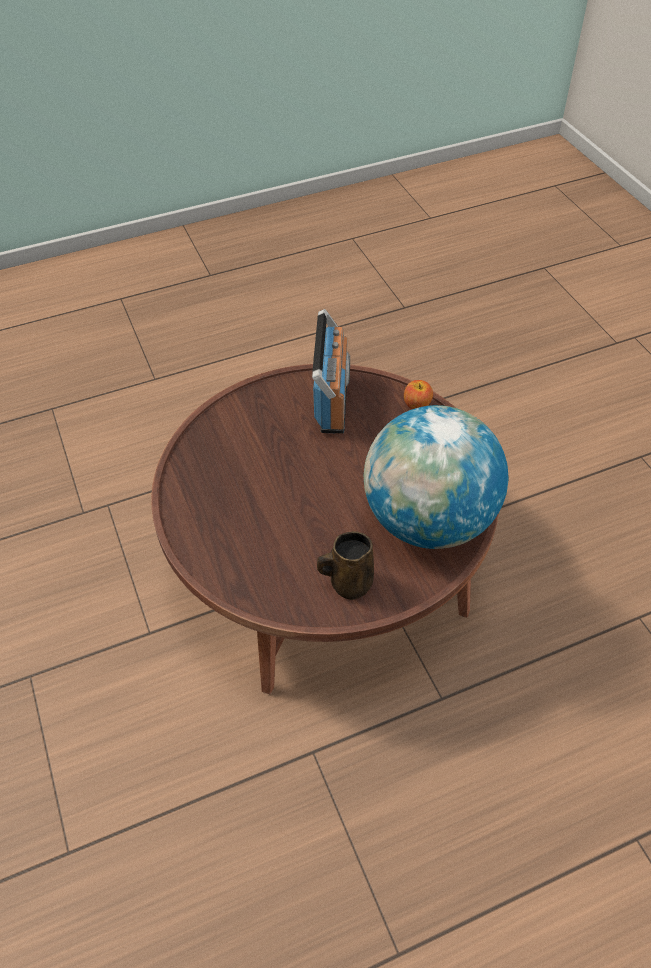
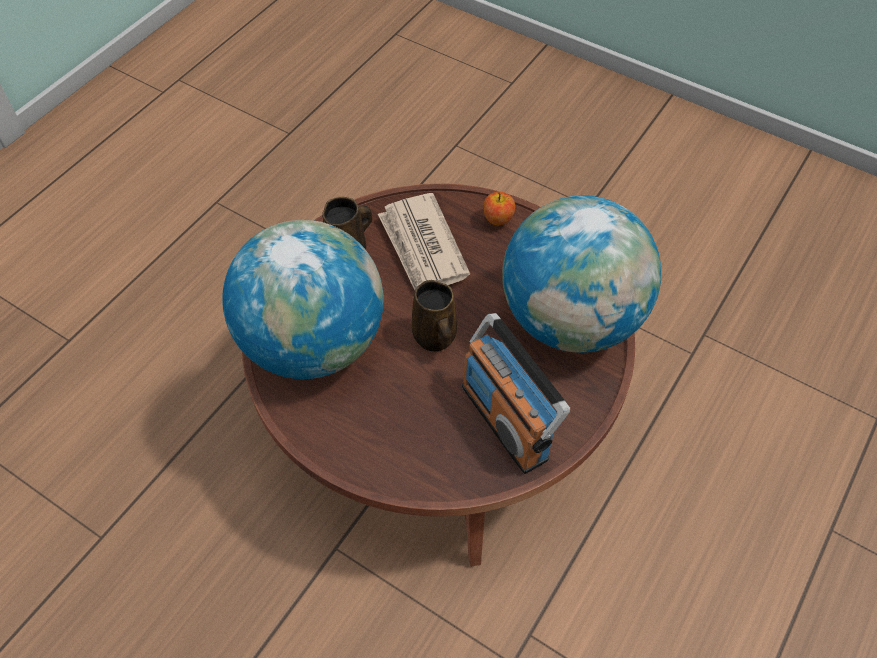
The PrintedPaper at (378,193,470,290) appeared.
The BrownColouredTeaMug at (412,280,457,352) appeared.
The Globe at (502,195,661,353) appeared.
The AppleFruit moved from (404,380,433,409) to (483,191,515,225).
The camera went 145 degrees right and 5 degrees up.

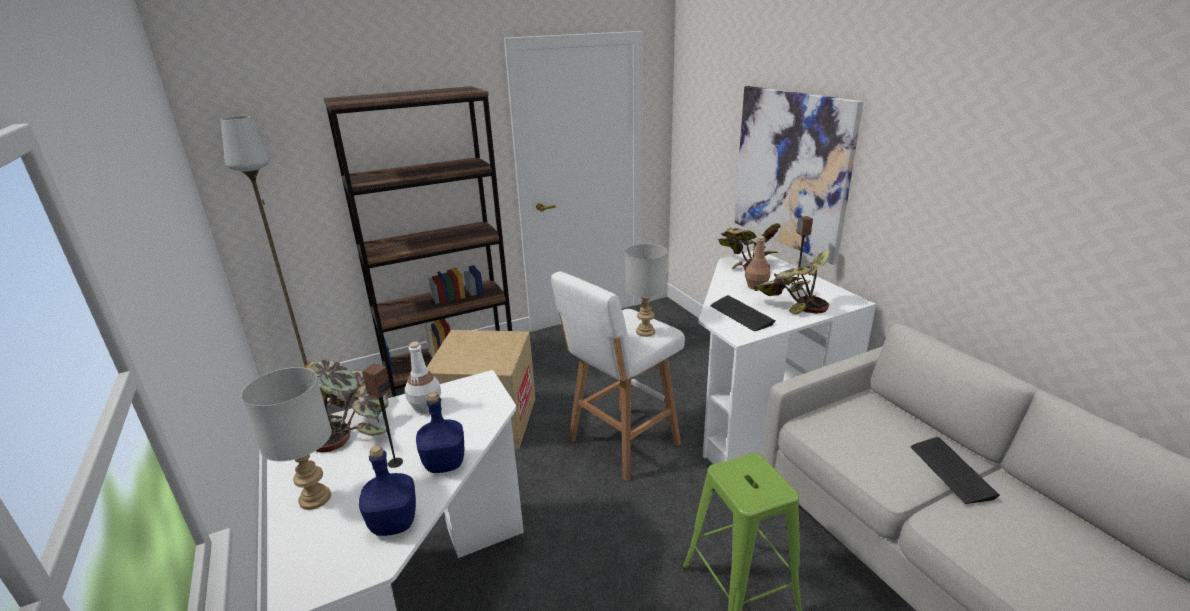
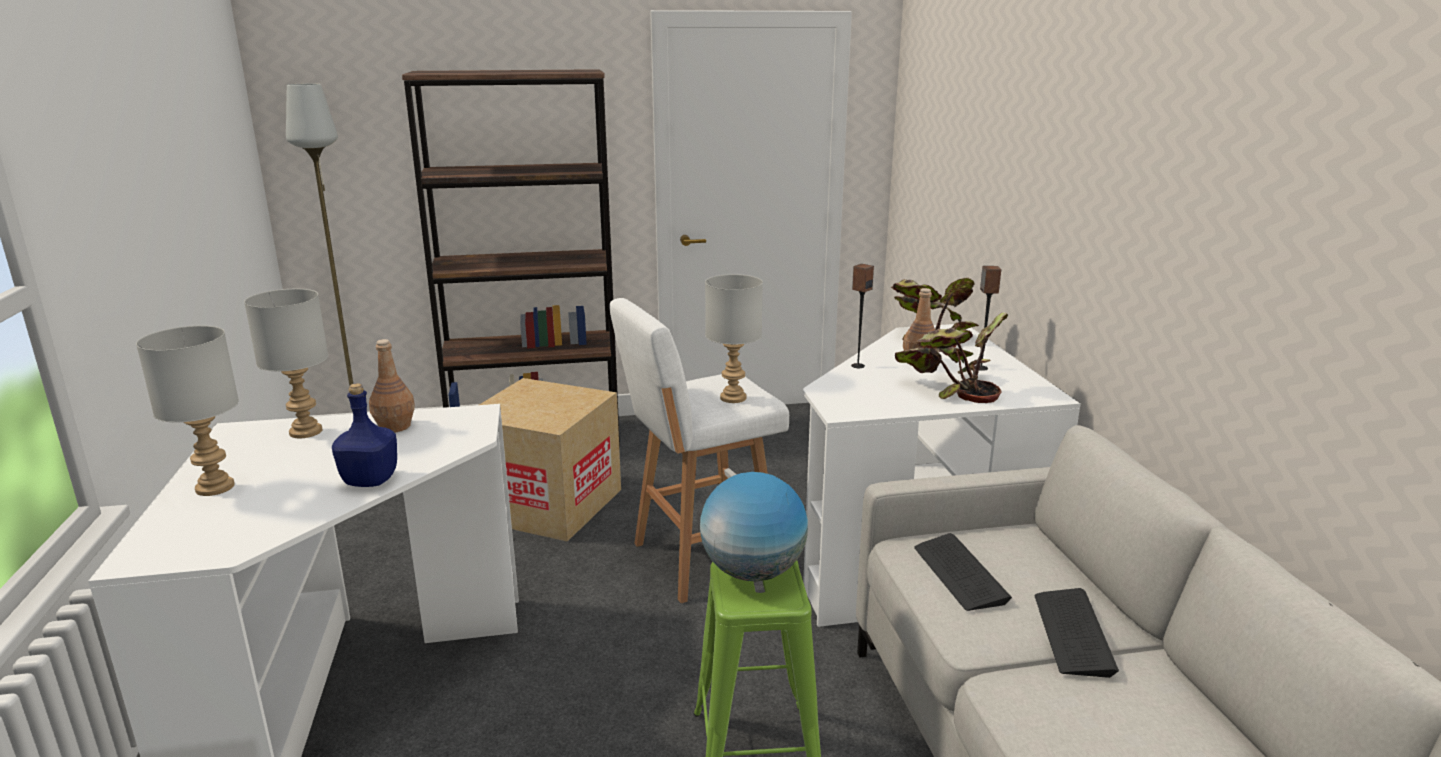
The BlueColouredDrinkBottle at (359,446,416,536) disappeared.
The Picture at (734,86,863,265) disappeared.
The Globe at (700,472,808,581) appeared.
The Loudspeaker moved from (362,364,403,468) to (851,264,874,368).
The Keyboard moved from (711,295,776,331) to (914,533,1012,611).
The PlantInAPot at (304,360,388,452) was replaced by the GreyTableLamp at (244,289,328,438).
The WhiteColouredDrinkBottle at (405,342,441,414) became the BrownColouredDrinkBottle at (369,339,415,433).
The camera went 15 degrees right and 5 degrees down.

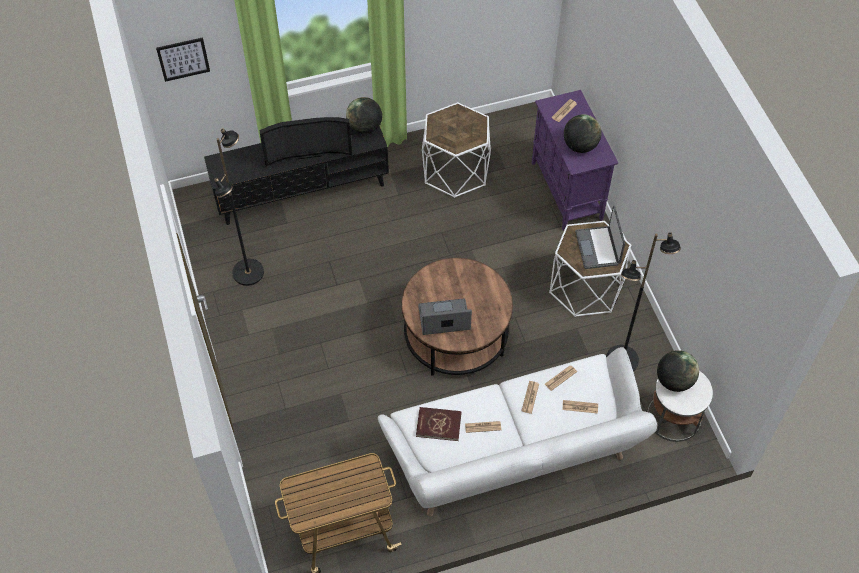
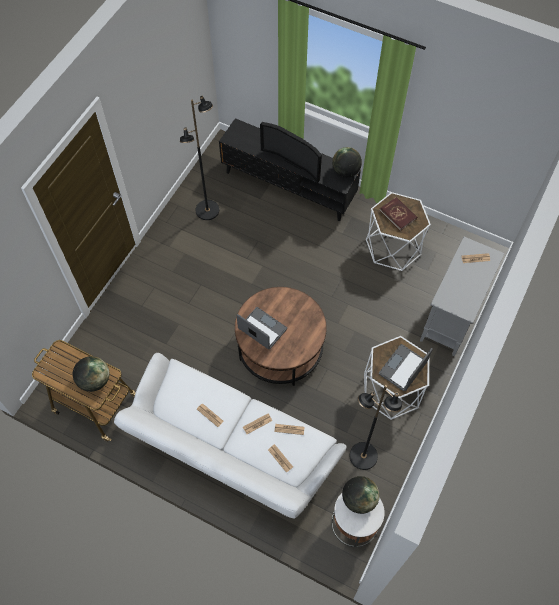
The Picture at (156,37,210,82) disappeared.
The RedColouredVolume moved from (416,407,462,441) to (379,197,417,231).
The Globe moved from (564,114,602,153) to (73,356,110,392).
The PurpleCupboard at (532,90,618,231) became the GreyCupboard at (420,237,504,356).
The camera went 45 degrees right and 5 degrees up.

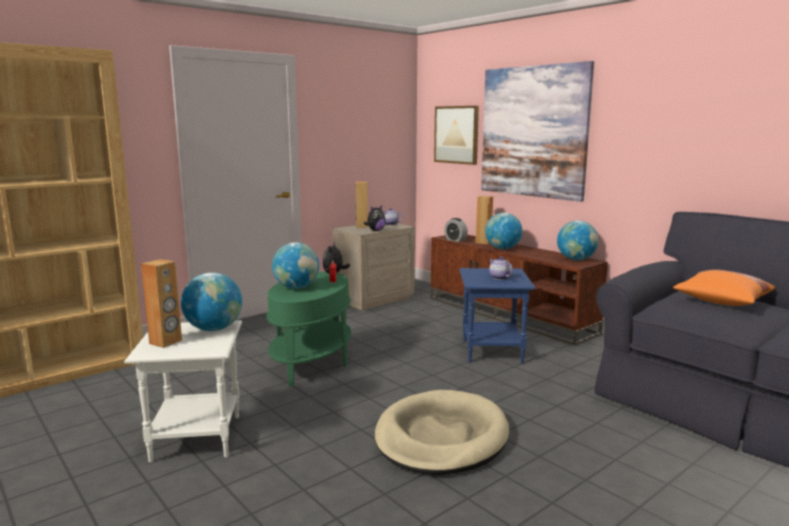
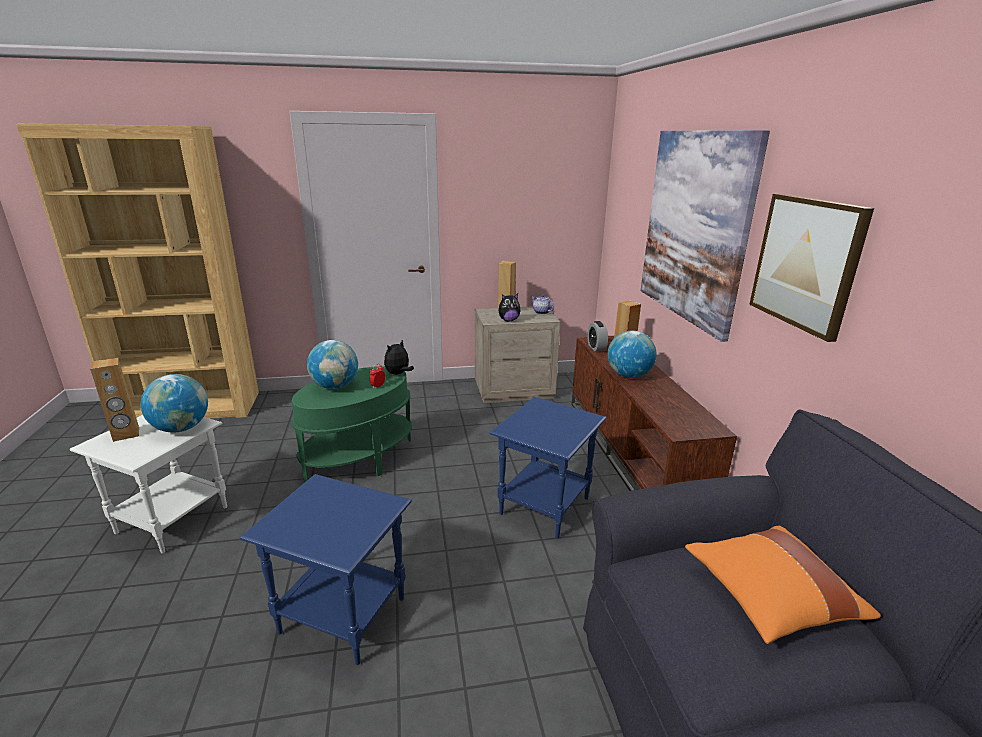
The PotForTea at (489,257,513,280) disappeared.
The Globe at (557,221,599,260) disappeared.
The Picture moved from (434,106,479,165) to (749,194,874,342).
The BeigeDogBed at (375,390,509,475) was replaced by the BlueColouredSideTable at (239,474,412,665).
The camera went 30 degrees right and 10 degrees up.

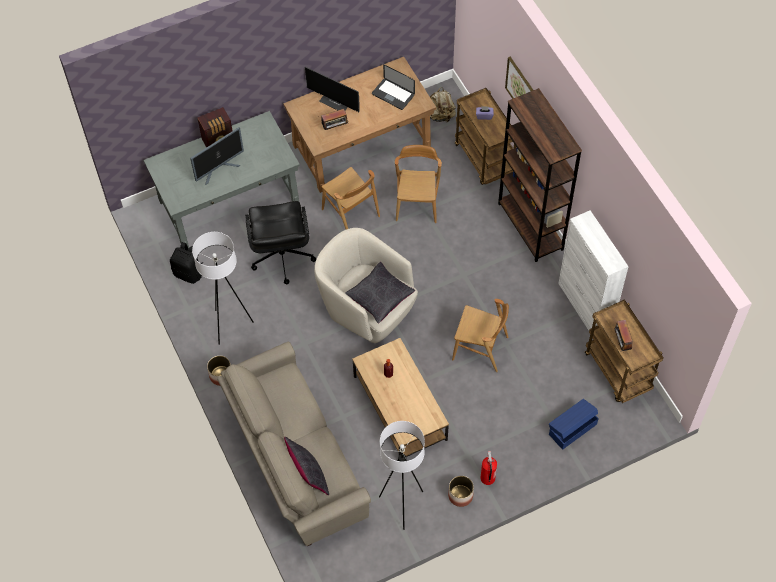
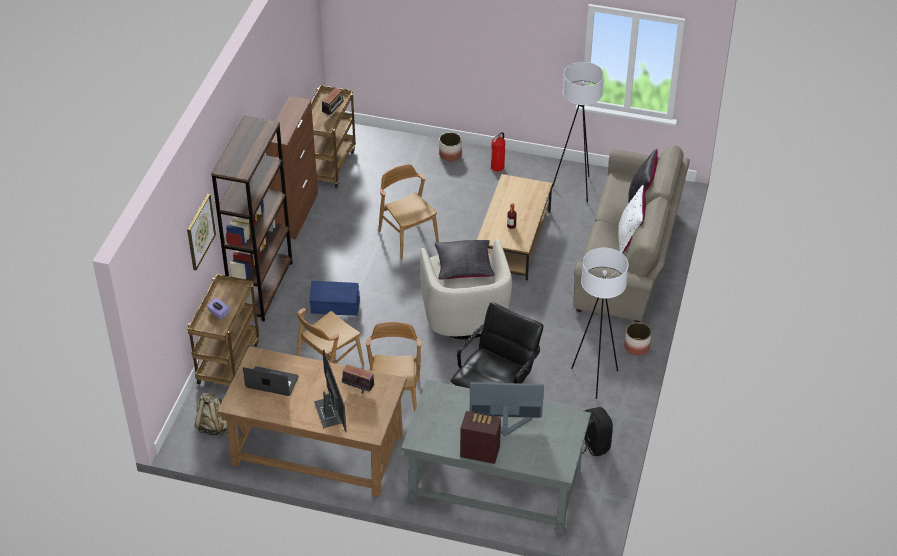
The WhiteColouredPillow at (618,185,646,254) appeared.
The PlantPot moved from (448,476,474,507) to (439,132,462,161).
The BlueColouredStorageBox moved from (549,399,599,450) to (309,281,360,316).
The WhiteColouredCupboard at (558,210,629,330) became the BrownColouredCupboard at (266,96,318,239).
The PortableComputer at (372,64,415,110) turned 60 degrees counterclockwise.
The camera went 140 degrees left and 15 degrees down.

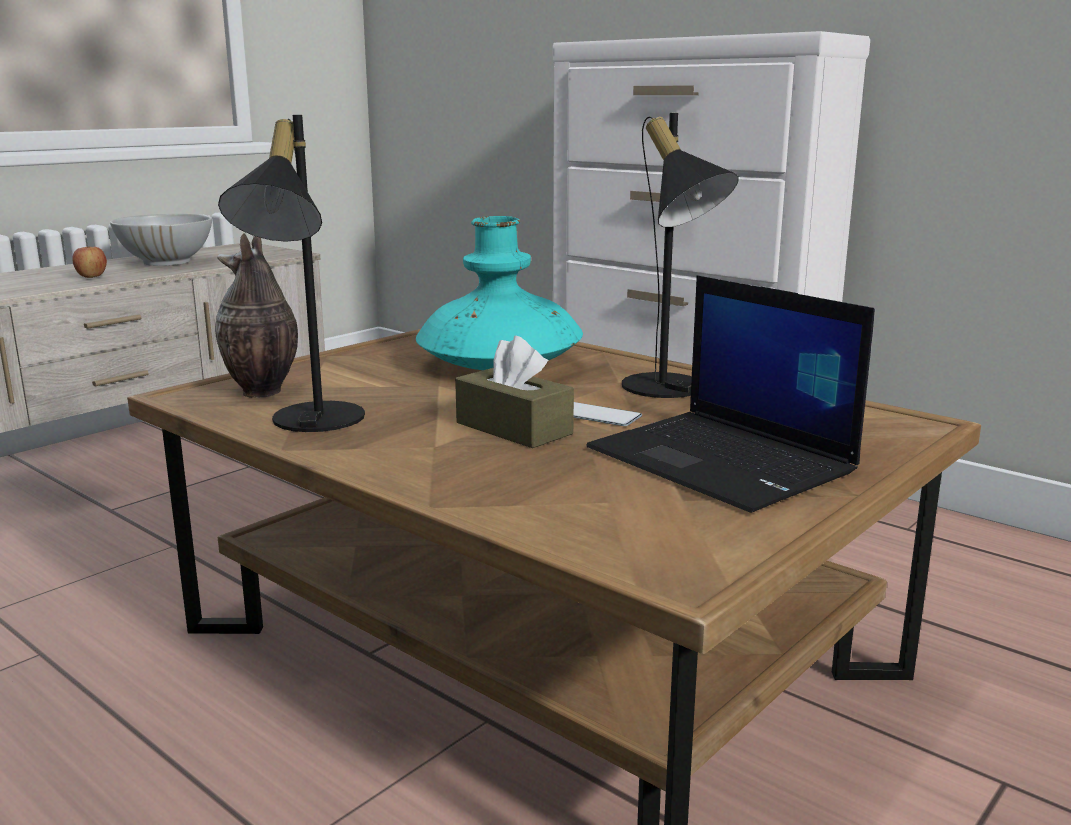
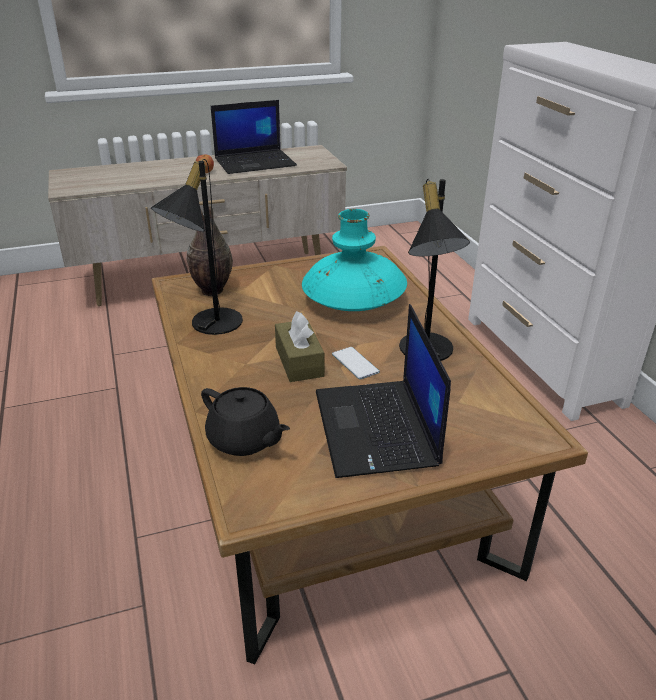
The BlackishPotForTea at (201,387,290,456) appeared.
The WhiteColouredBowl at (110,214,212,266) was replaced by the PortableComputer at (211,100,297,174).
The camera went 30 degrees right and 15 degrees up.

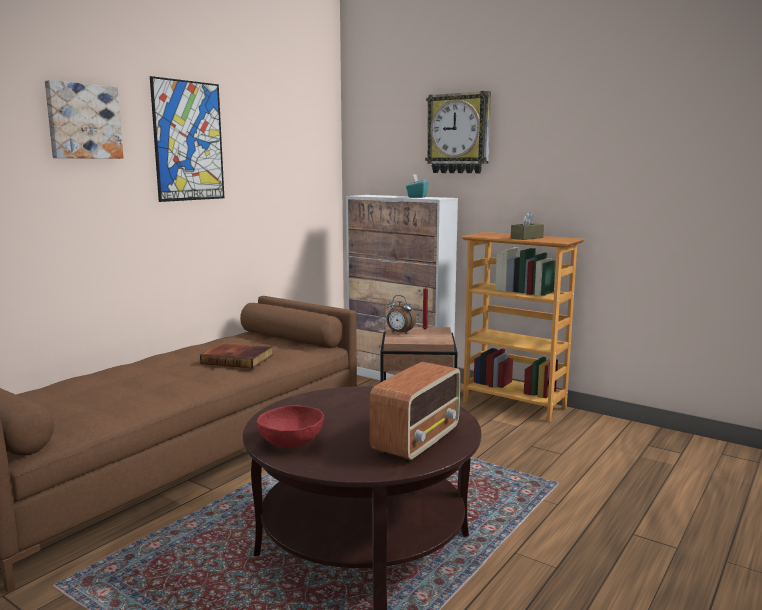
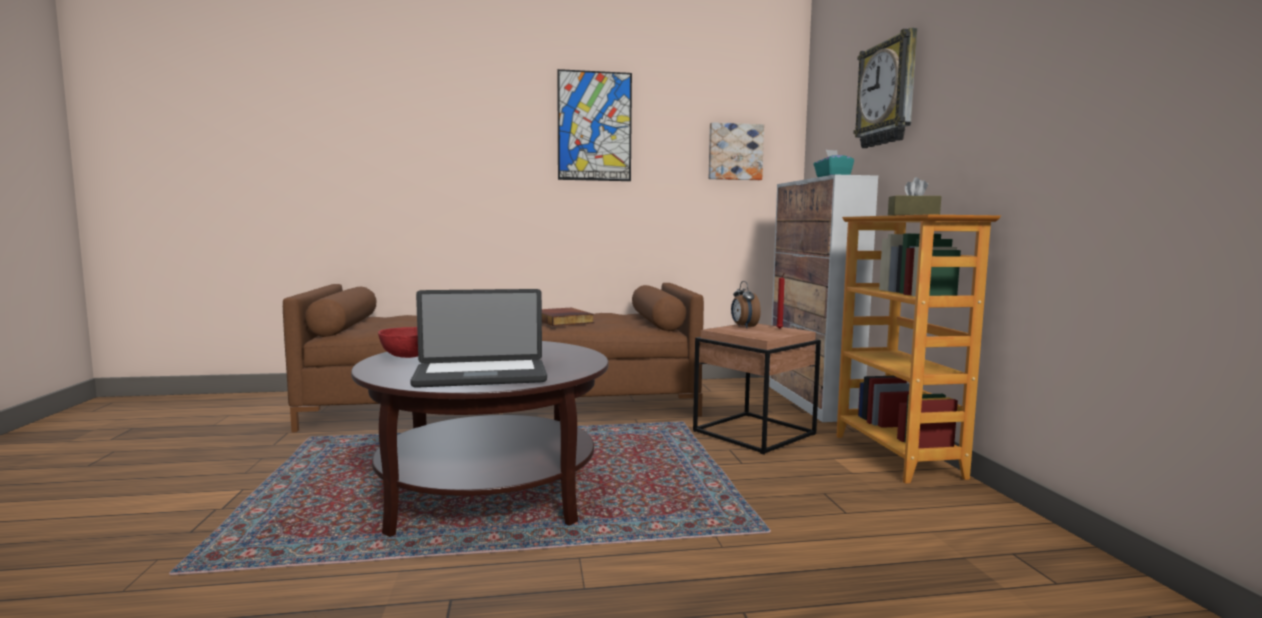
The Picture moved from (45,80,123,159) to (709,122,764,180).
The RadioSet at (370,362,461,462) was replaced by the PortableComputer at (410,289,547,388).
The camera went 45 degrees right and 5 degrees down.

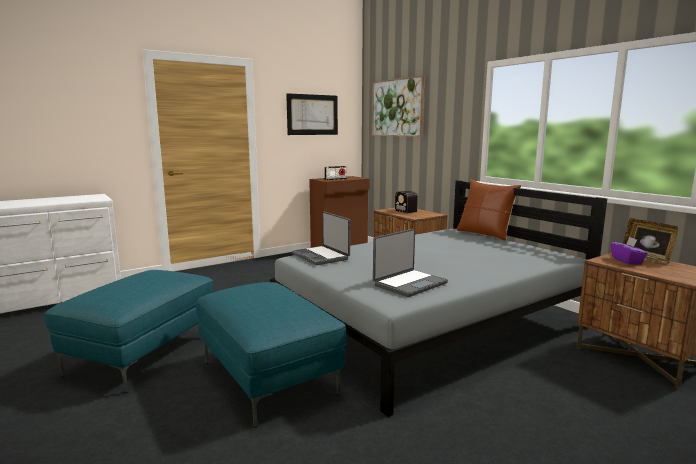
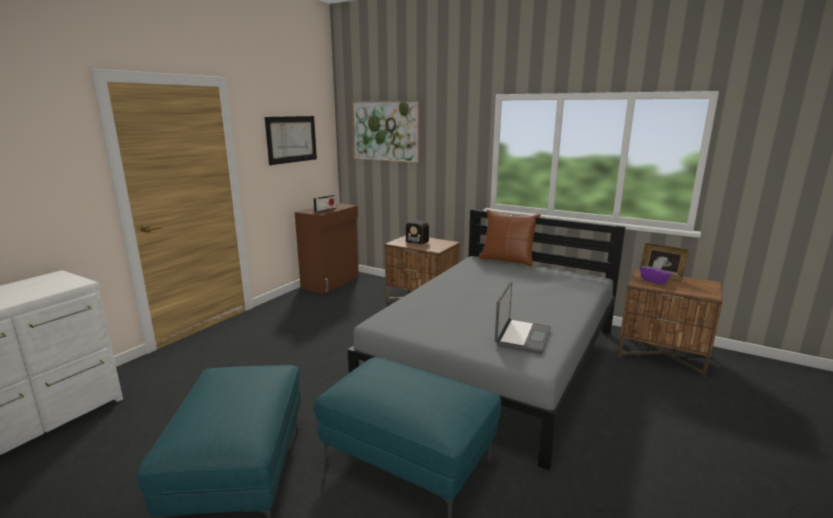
The PortableComputer at (292,212,350,265) disappeared.
The camera went 25 degrees left and 5 degrees up.

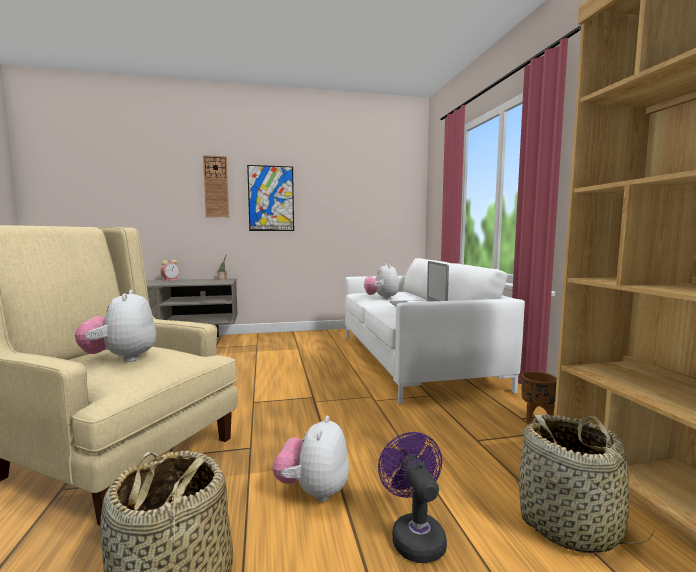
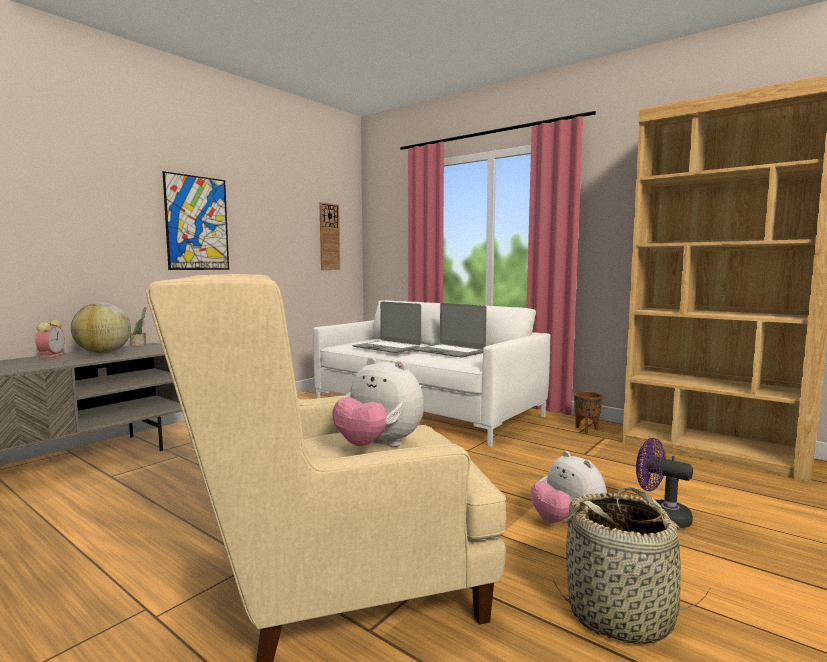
The StorageBasket at (515,415,654,553) disappeared.
The Globe at (71,303,131,354) appeared.
The ClockOnTheWall moved from (203,155,229,217) to (319,202,340,270).
The CuddlyToy at (364,263,399,300) was replaced by the PortableComputer at (353,302,421,353).
The camera went 40 degrees left and 0 degrees up.

